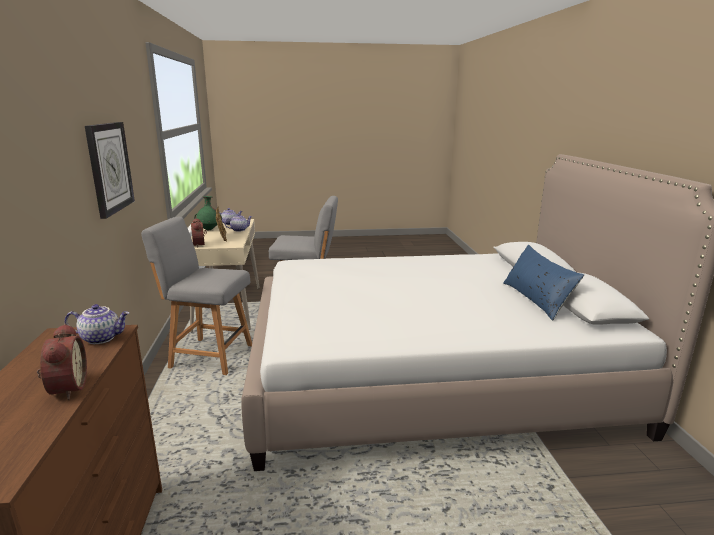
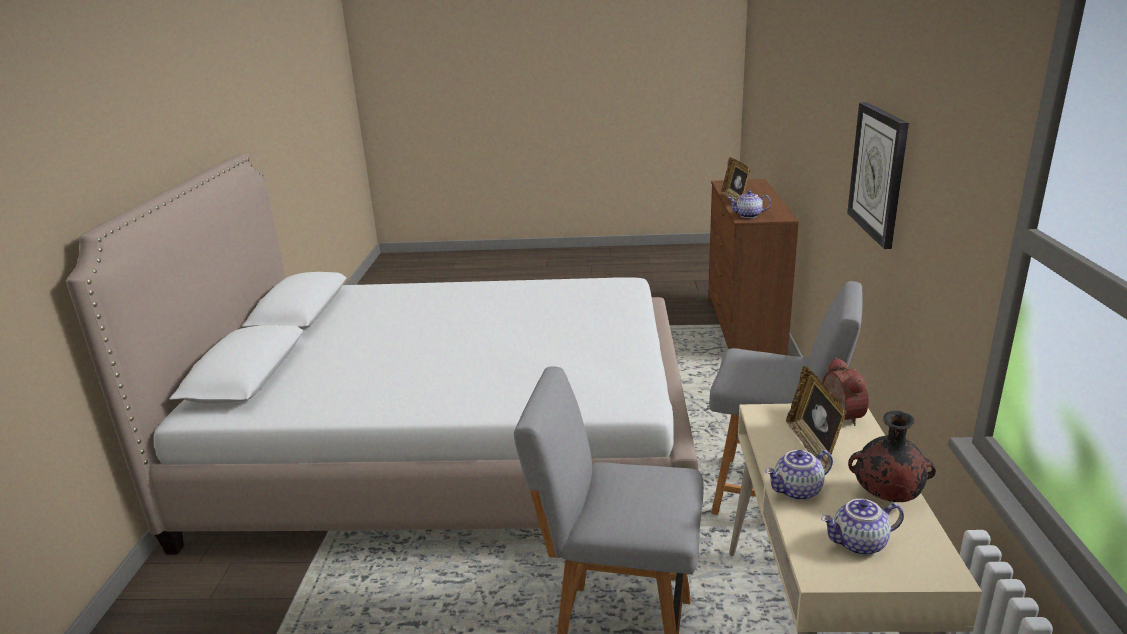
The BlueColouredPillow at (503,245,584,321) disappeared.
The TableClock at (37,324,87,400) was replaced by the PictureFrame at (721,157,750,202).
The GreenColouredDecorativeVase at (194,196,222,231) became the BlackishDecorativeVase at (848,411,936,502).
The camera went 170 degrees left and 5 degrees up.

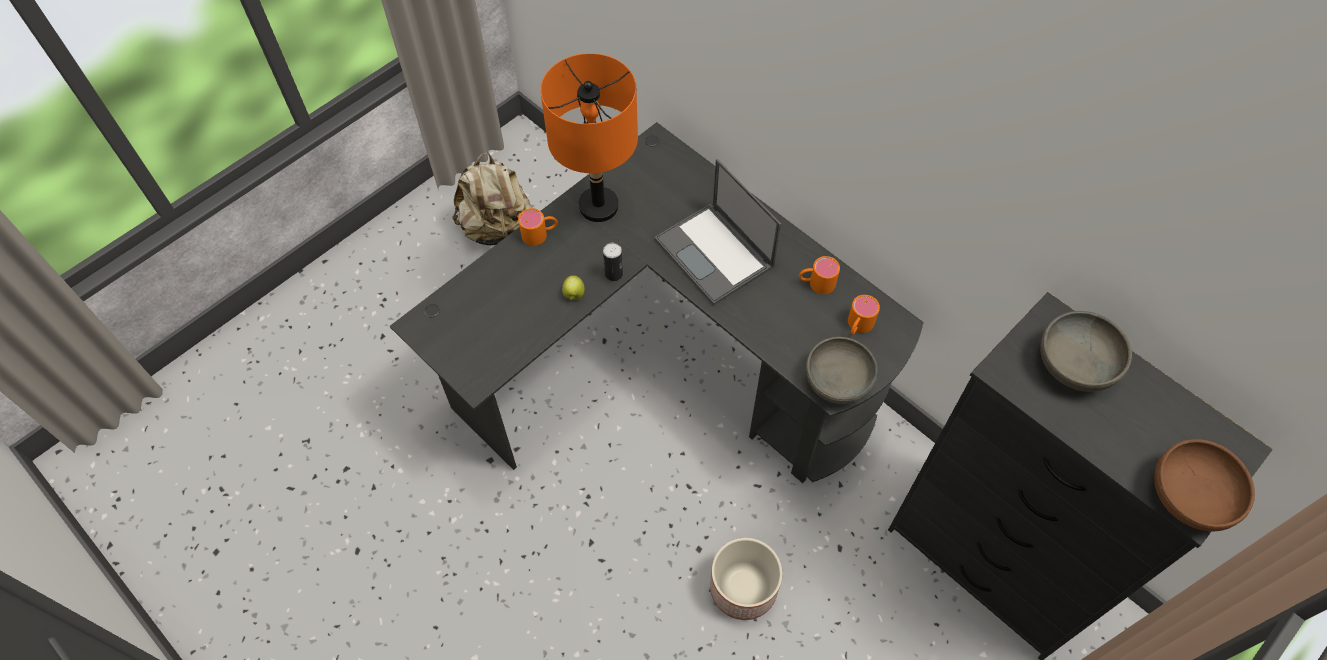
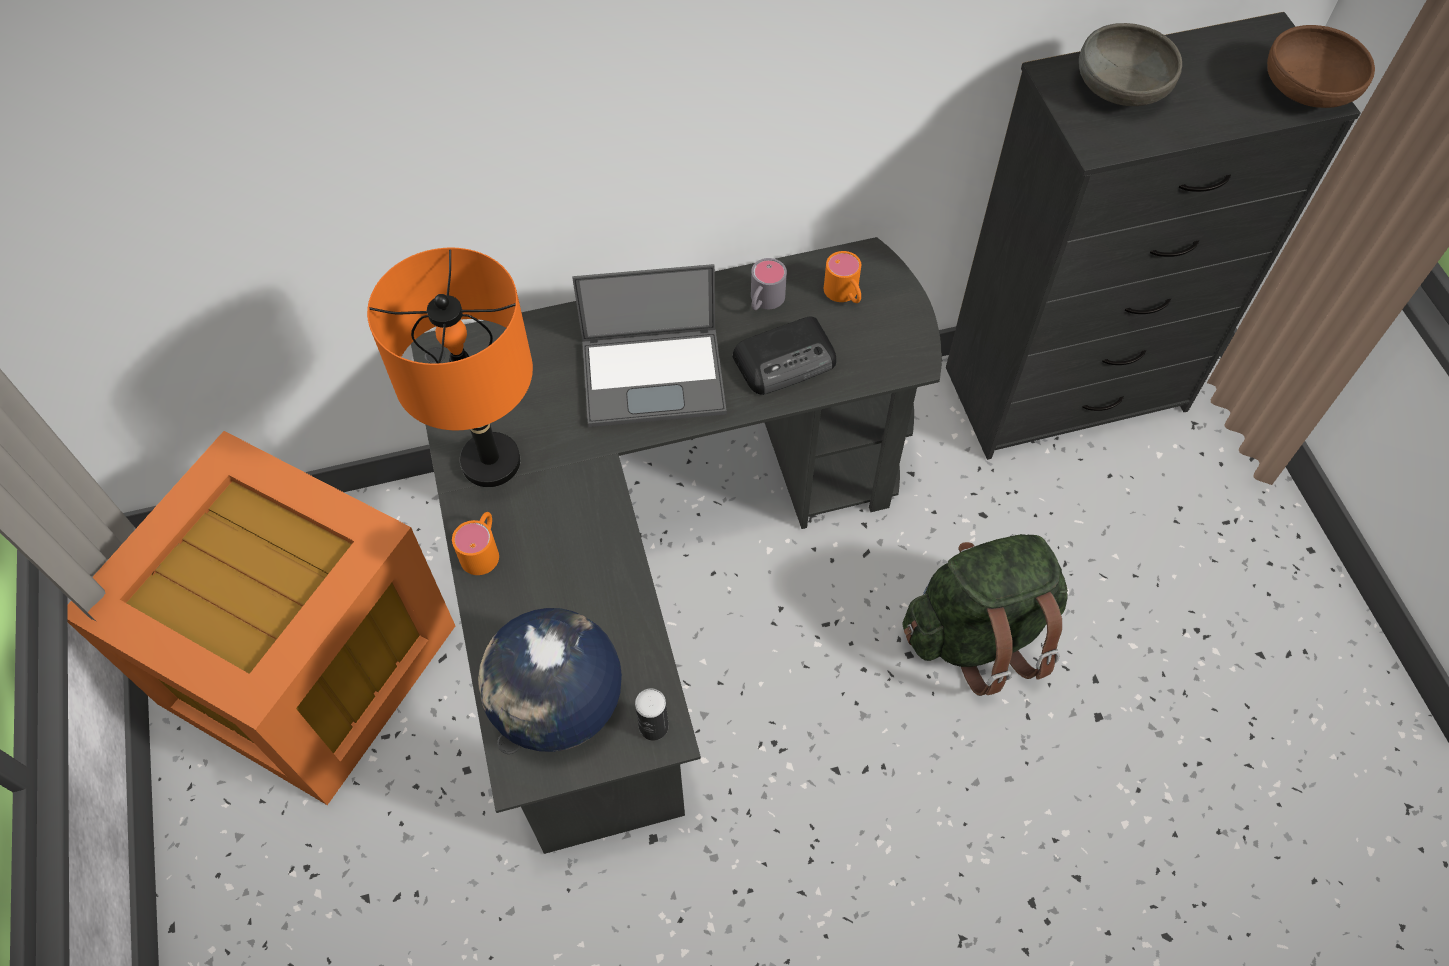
The AppleFruit at (562,275,585,300) disappeared.
The GreyBowl at (806,337,878,404) disappeared.
The Globe at (478,608,622,752) appeared.
The RadioSet at (733,317,836,395) appeared.
The Can moved from (603,243,623,281) to (635,688,669,741).
The BeigeRucksack at (452,152,533,245) was replaced by the OrangeColouredStorageBox at (68,431,455,805).
The PlantPot at (710,538,782,620) was replaced by the GreenColouredRucksack at (903,534,1068,696).
The OrangeColouredTeaMug at (799,256,840,294) became the GreyTeaMug at (751,258,787,310).
The camera went 60 degrees left and 0 degrees up.

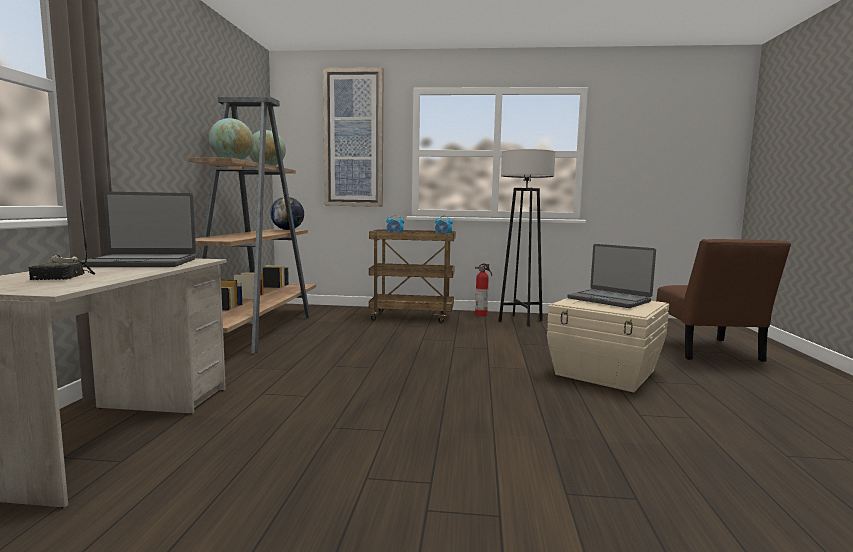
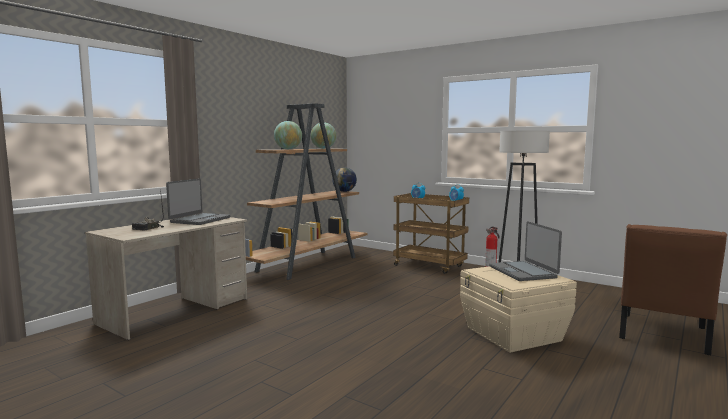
The Picture at (323,67,383,207) disappeared.
The PortableComputer at (81,192,196,267) turned 90 degrees counterclockwise.
The camera went 30 degrees right and 0 degrees up.

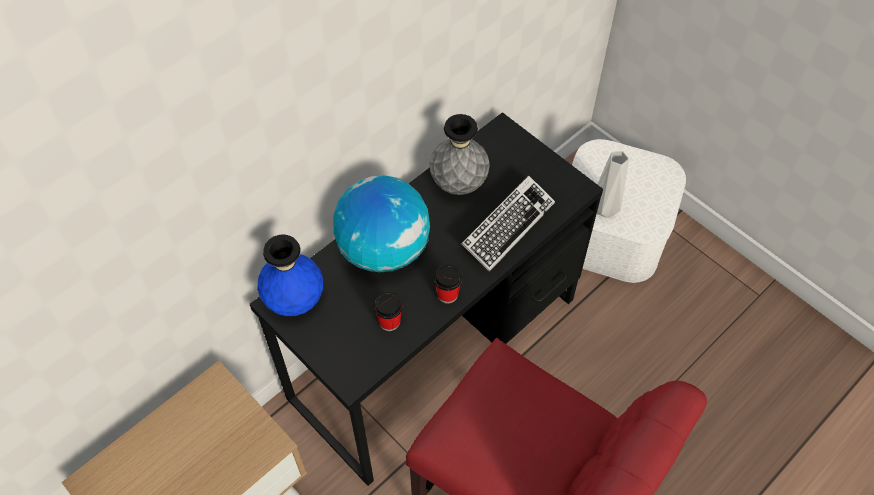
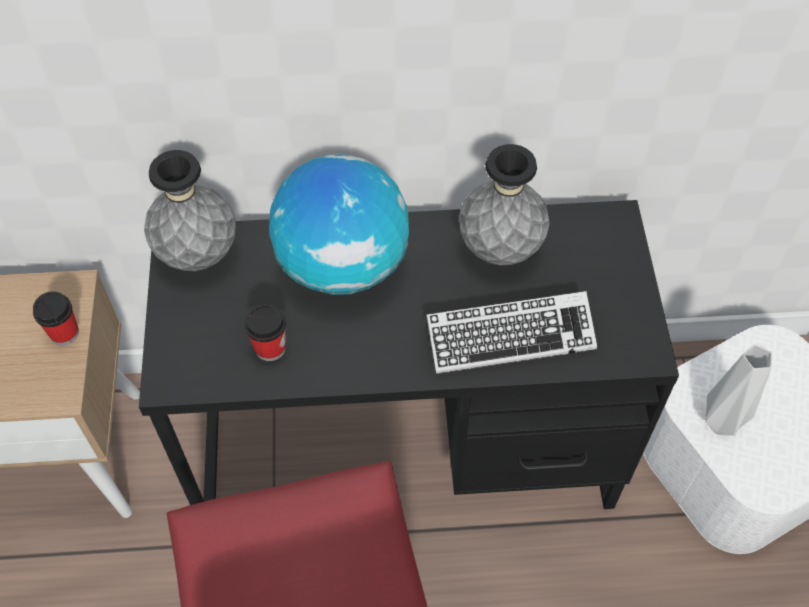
The Cup moved from (434,264,462,304) to (33,291,79,345).
The BlueColouredDecorativeVase at (257,234,323,316) became the GreyDecorativeVase at (144,150,236,271).
The camera went 40 degrees right and 0 degrees up.

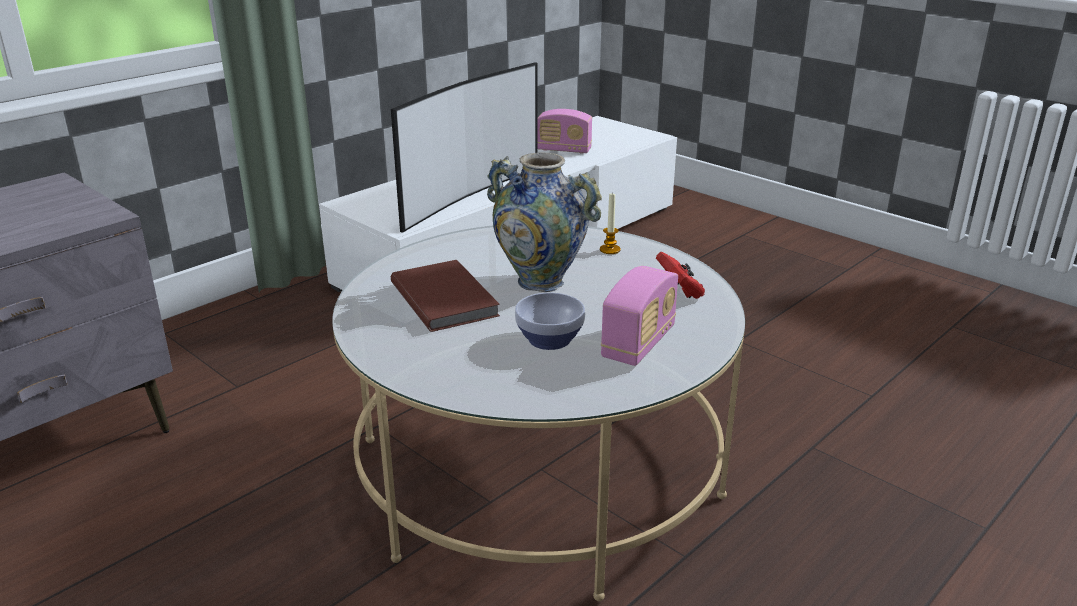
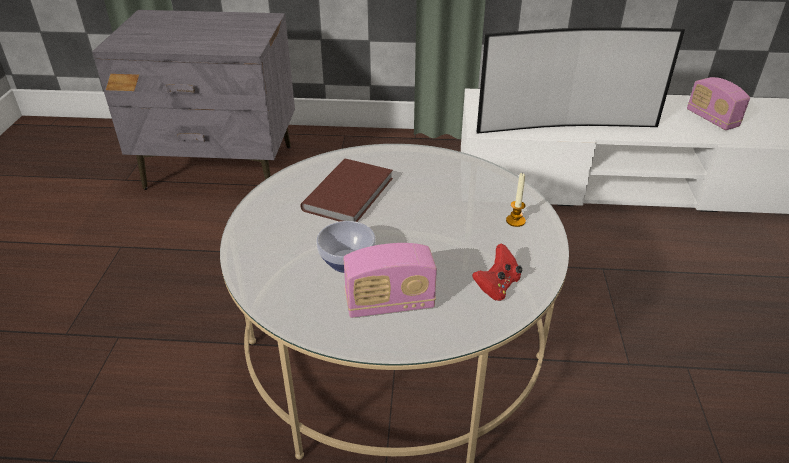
The DecorativeVase at (487,153,602,292) disappeared.
The camera went 50 degrees right and 10 degrees up.

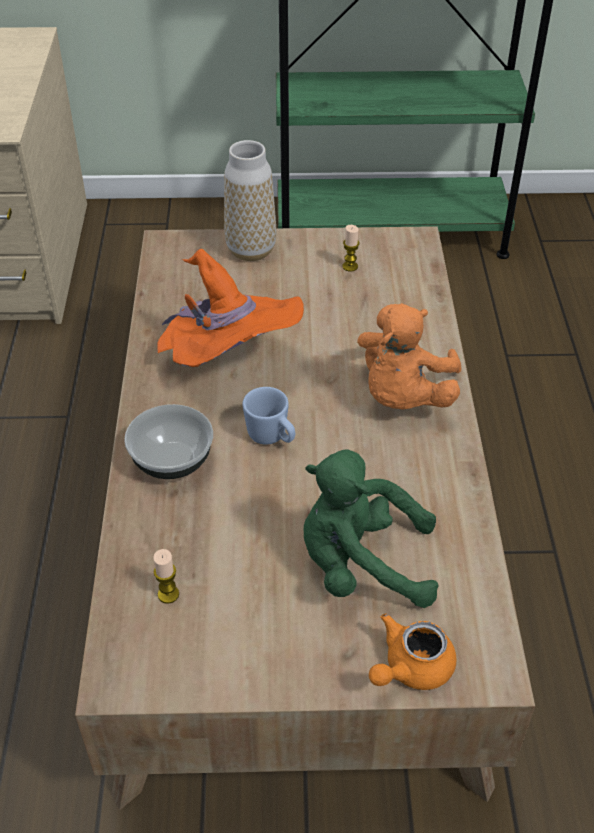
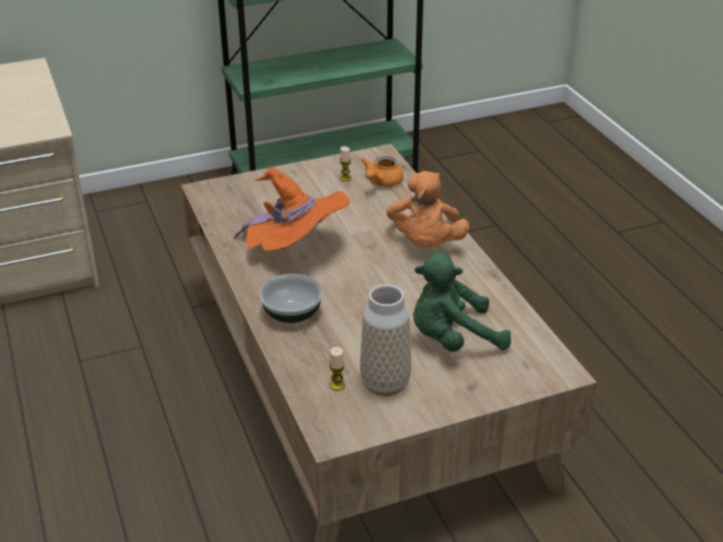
The BlueColouredTeaMug at (243,387,295,445) disappeared.
The DecorativeVase moved from (224,140,276,261) to (360,285,411,396).
The OrangeColouredPotForTea moved from (369,613,456,690) to (361,156,403,187).
The camera went 20 degrees left and 10 degrees down.

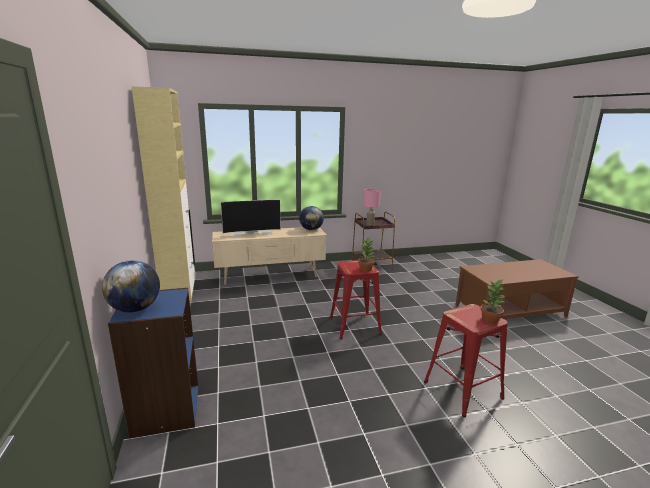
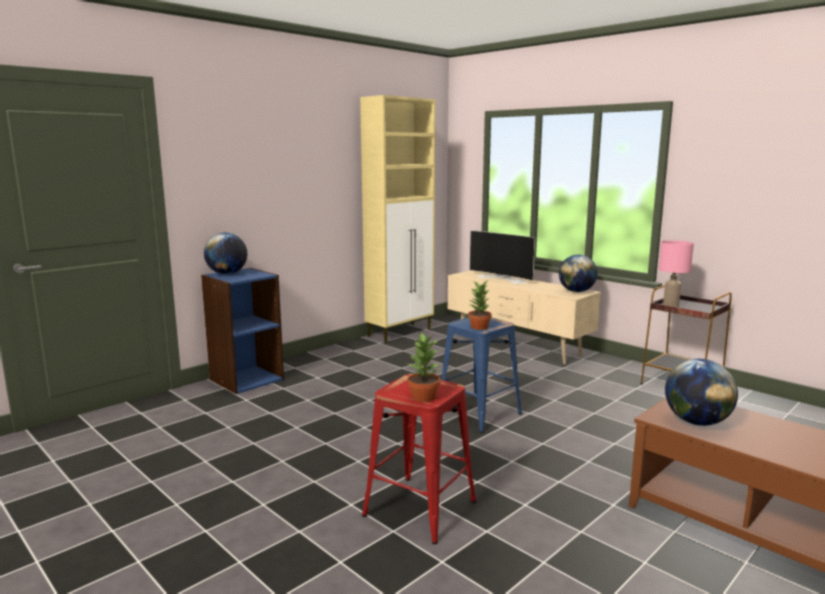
The Globe at (665,359,738,426) appeared.
The RedColouredStoolSeat at (330,260,382,339) became the BlueColouredStoolSeat at (442,317,522,433).
The camera went 60 degrees right and 5 degrees down.

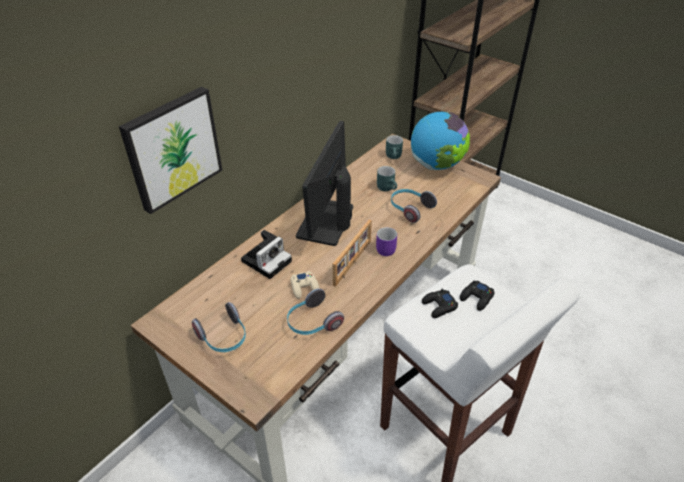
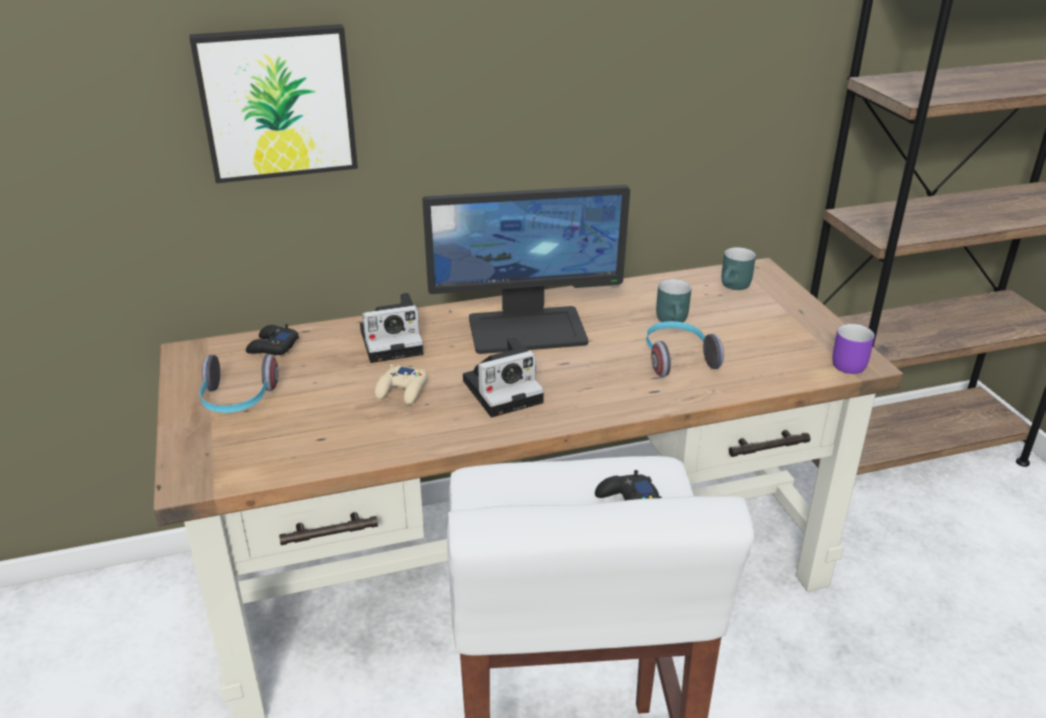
The Headset at (287,289,344,335) disappeared.
The Globe at (411,111,470,170) disappeared.
The PurpleTeaMug moved from (376,227,397,256) to (833,324,875,374).
The BlackishGameController moved from (422,289,458,318) to (246,324,299,355).
The PictureFrame at (333,219,372,287) was replaced by the StillCamera at (463,337,544,417).
The ComputerDisplay at (296,121,353,246) turned 150 degrees counterclockwise.
The camera went 35 degrees right and 10 degrees down.

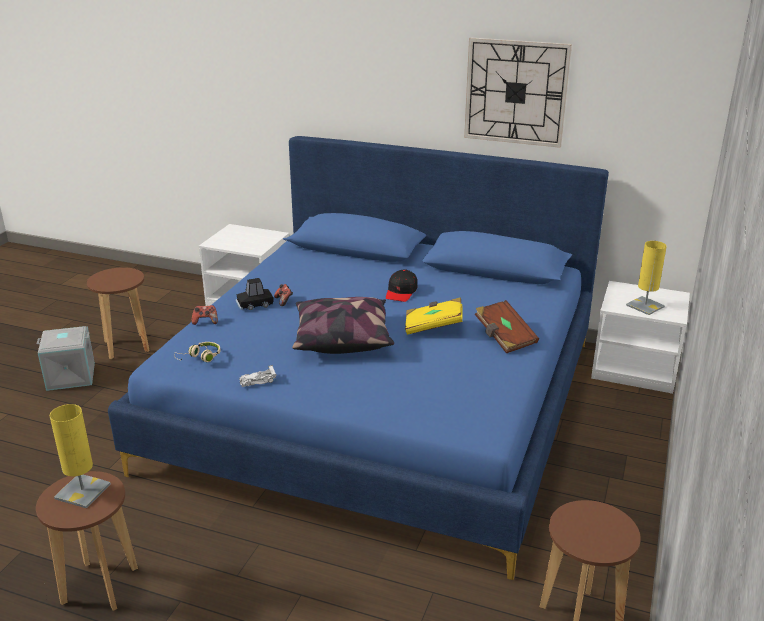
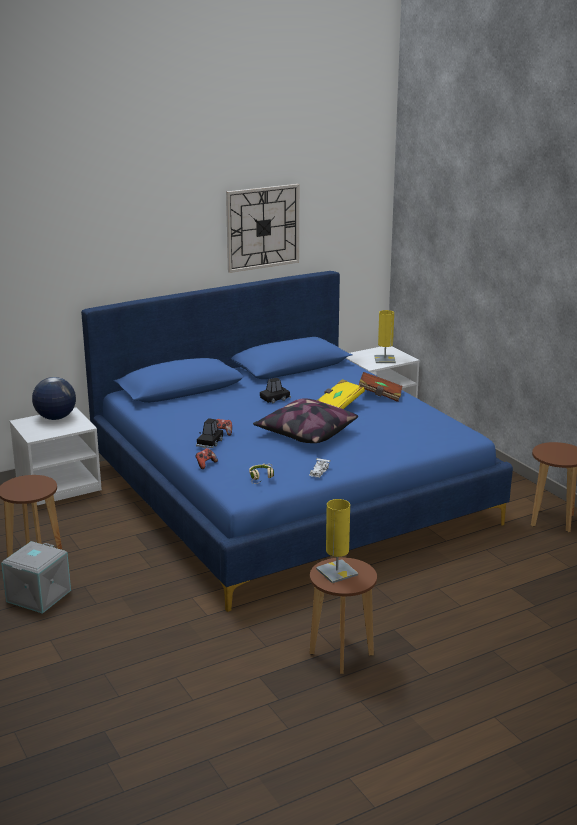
The Globe at (32,377,76,420) appeared.
The BlackishBaseballCap at (386,269,417,302) was replaced by the BlackishMiniatureCar at (260,378,291,403).
The camera went 50 degrees left and 5 degrees down.

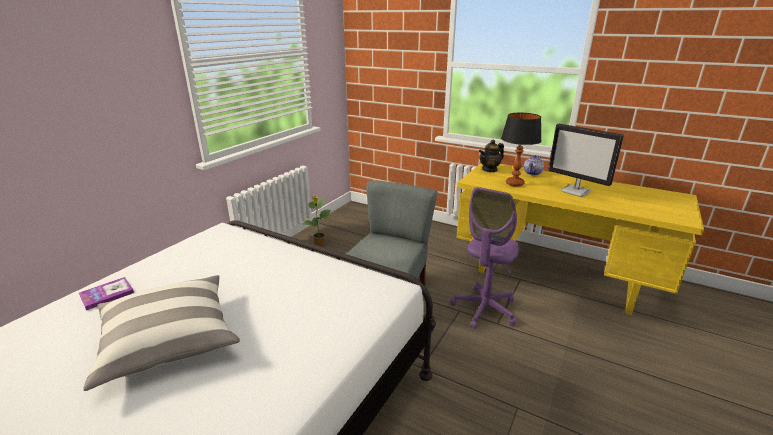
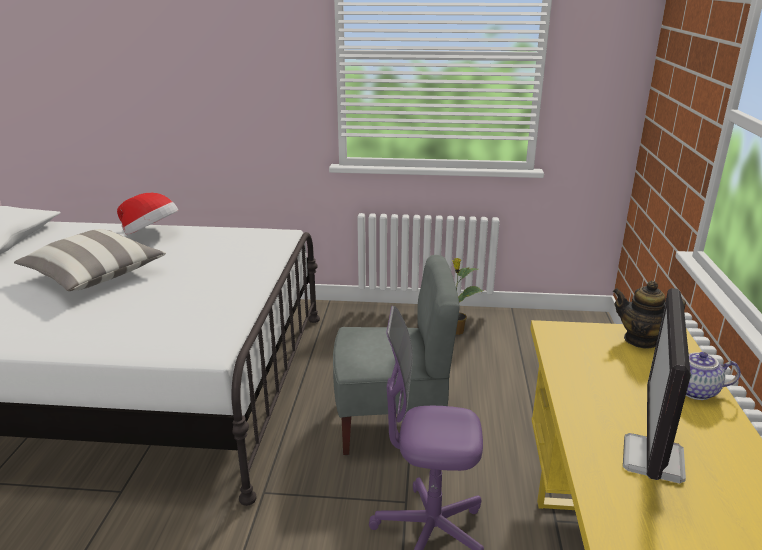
The TableLamp at (501,113,542,187) disappeared.
The Volume at (79,277,134,310) was replaced by the Hat at (117,193,178,235).
The camera went 65 degrees right and 0 degrees up.

